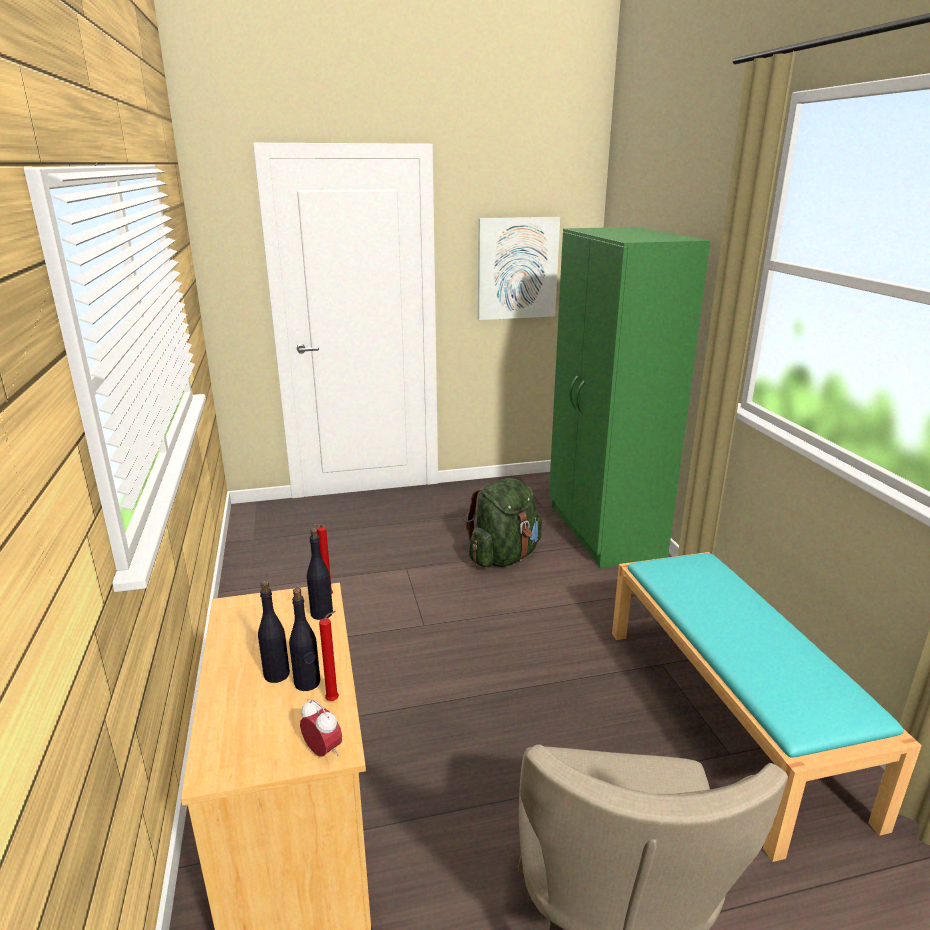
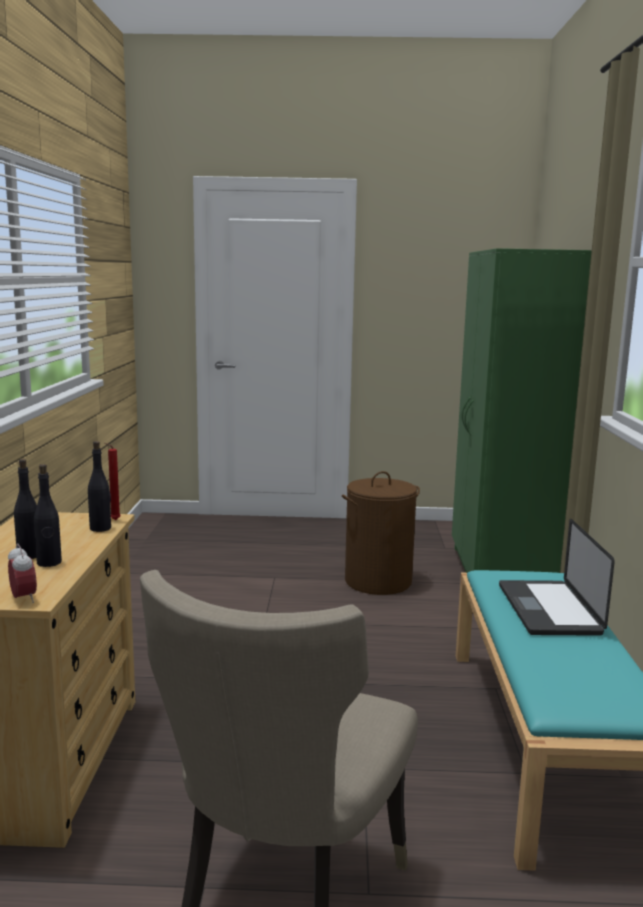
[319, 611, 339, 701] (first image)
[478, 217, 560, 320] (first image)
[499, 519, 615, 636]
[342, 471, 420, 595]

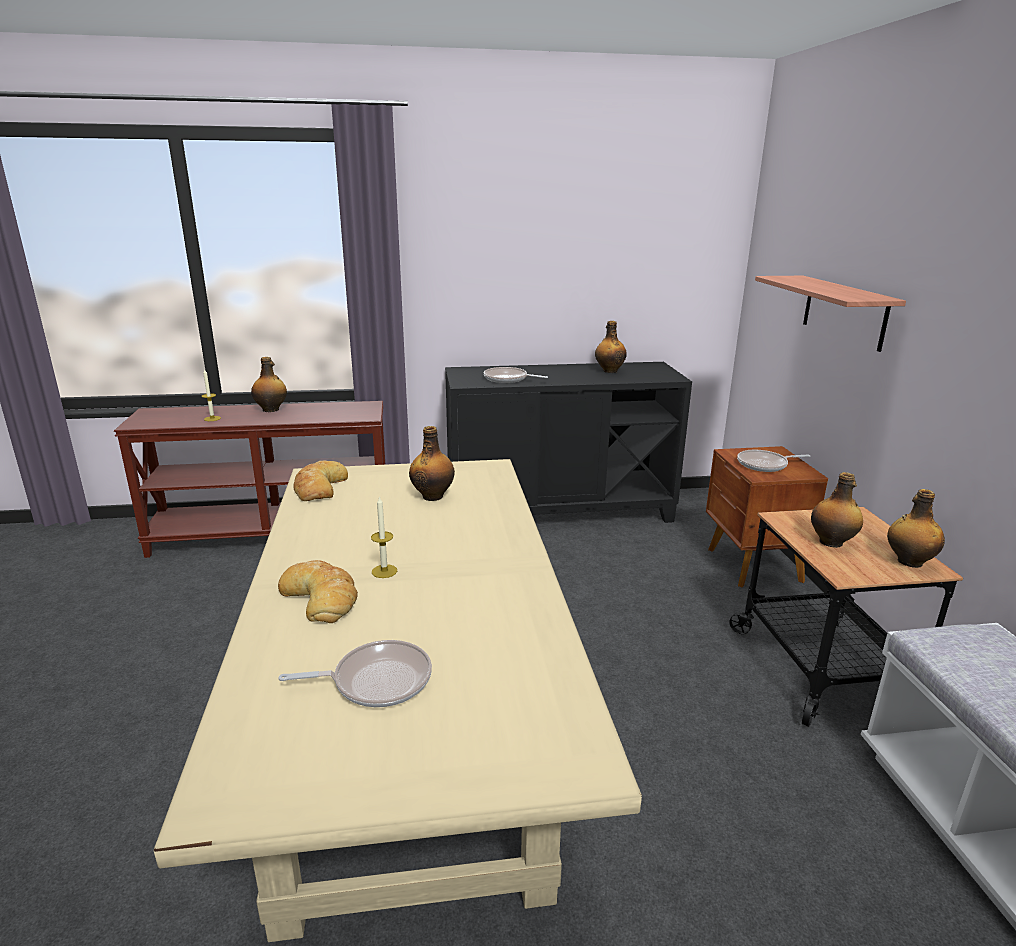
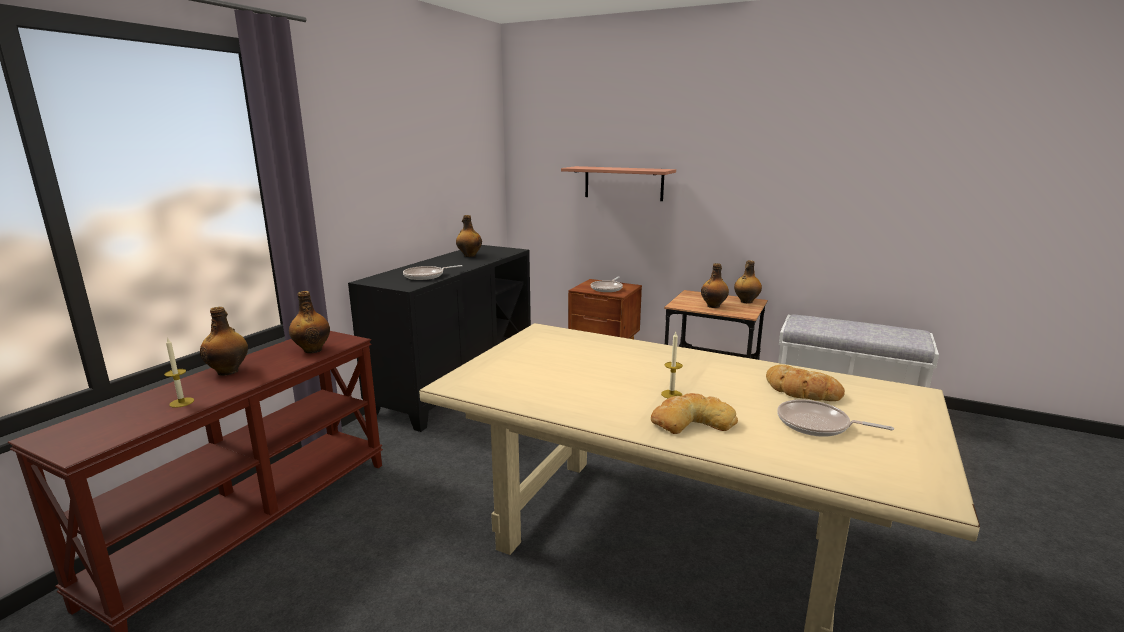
[766, 365, 845, 401]
[289, 291, 330, 353]
[777, 399, 894, 437]

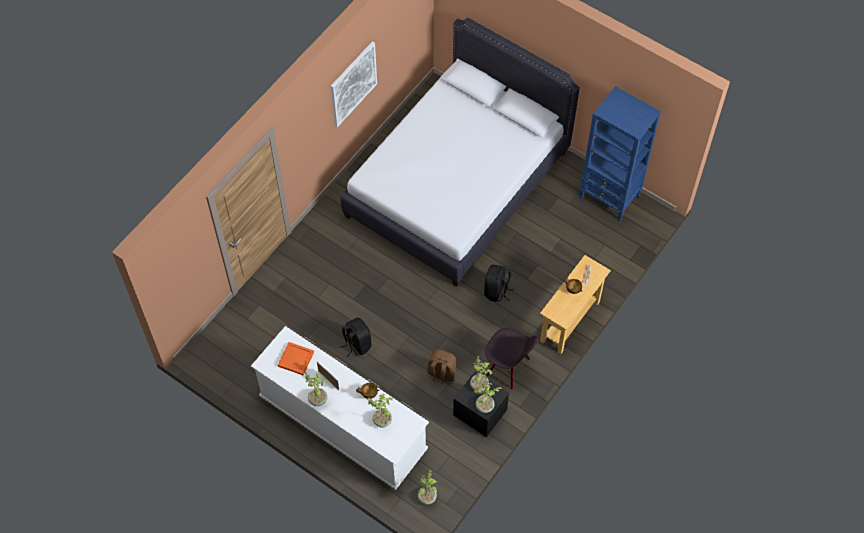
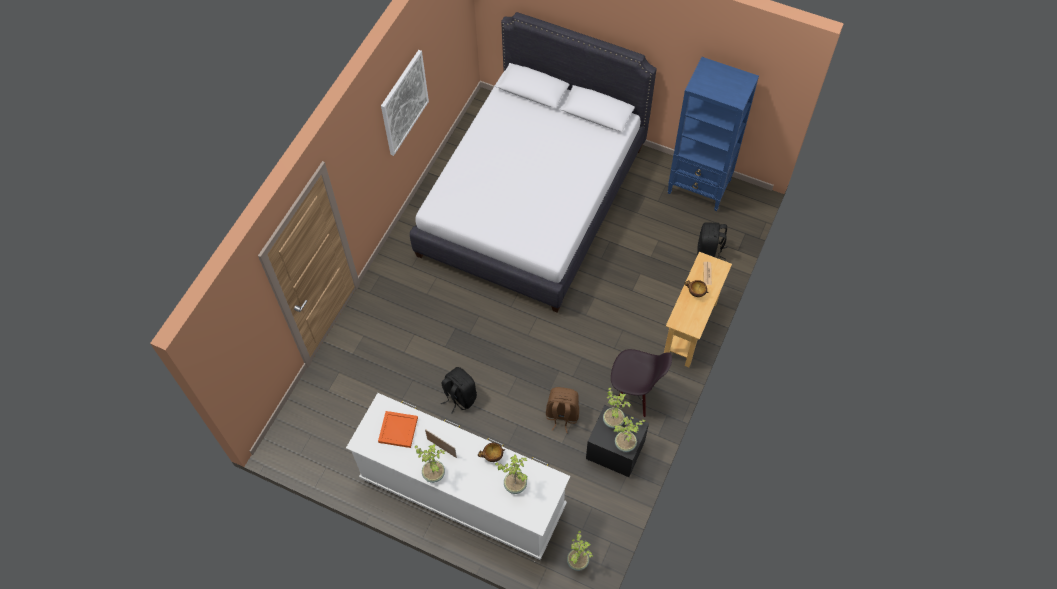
[697, 223, 727, 260]

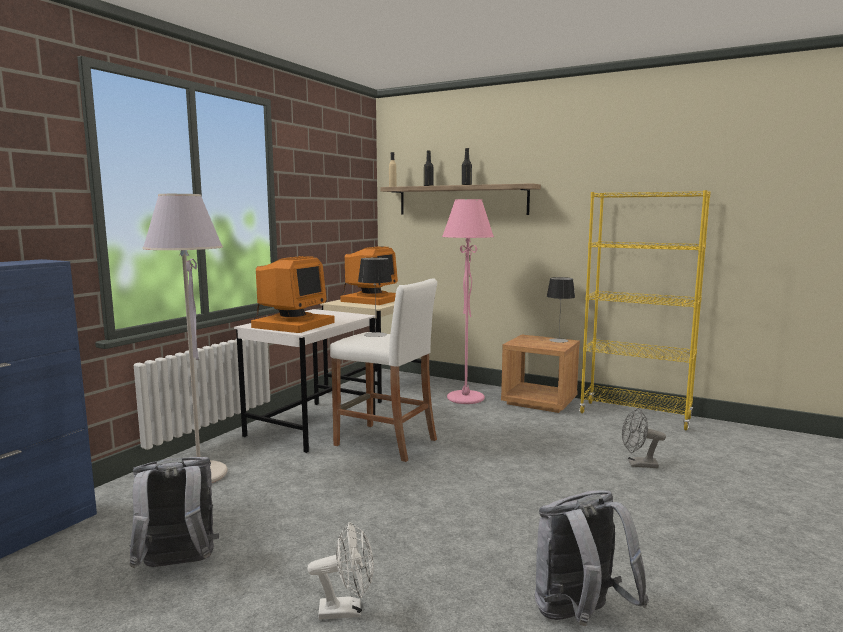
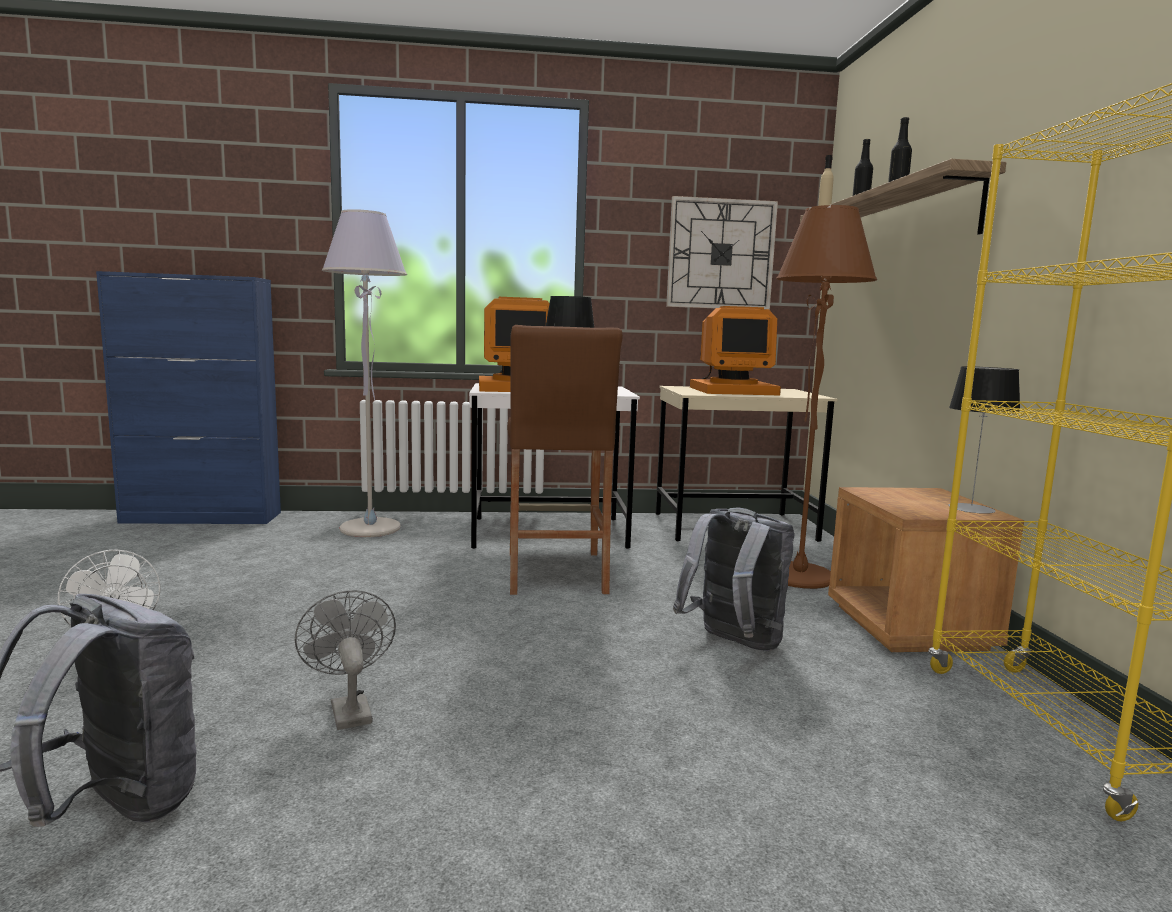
[666, 196, 778, 310]
[673, 507, 795, 651]
[294, 590, 396, 730]
[507, 325, 623, 595]
[776, 205, 877, 589]

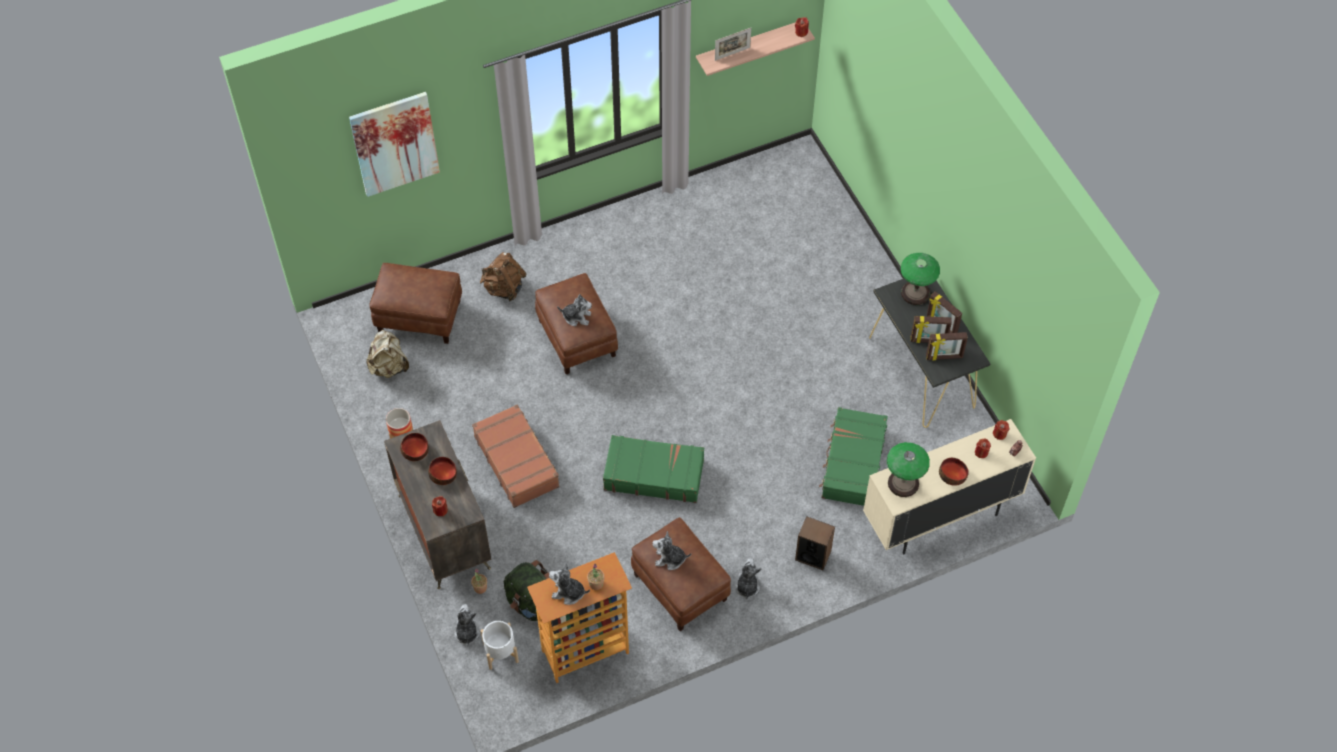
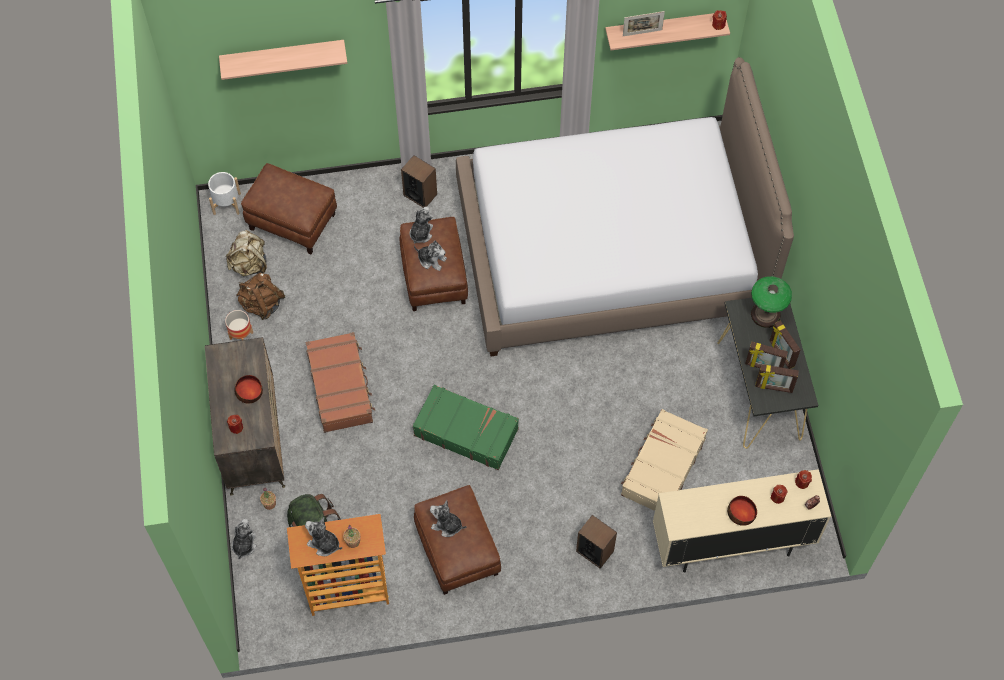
[400, 433, 429, 461] (first image)
[887, 442, 930, 497] (first image)
[401, 155, 437, 208]
[456, 57, 794, 356]
[236, 272, 285, 320]
[208, 172, 241, 215]
[409, 207, 433, 243]
[219, 40, 347, 80]
[621, 409, 708, 511]

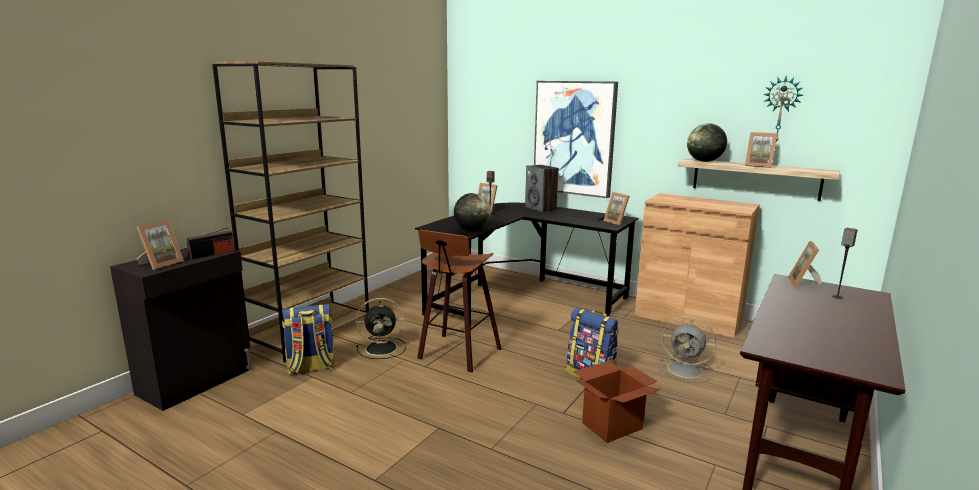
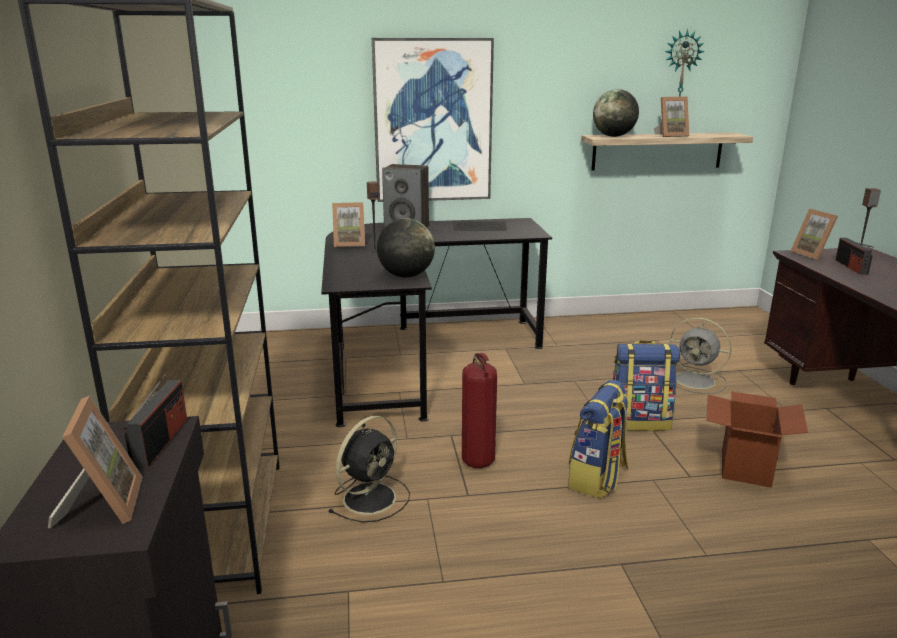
[603, 192, 630, 225] (first image)
[635, 193, 760, 338] (first image)
[835, 238, 874, 274]
[568, 380, 629, 499]
[462, 353, 497, 468]
[669, 318, 731, 394]

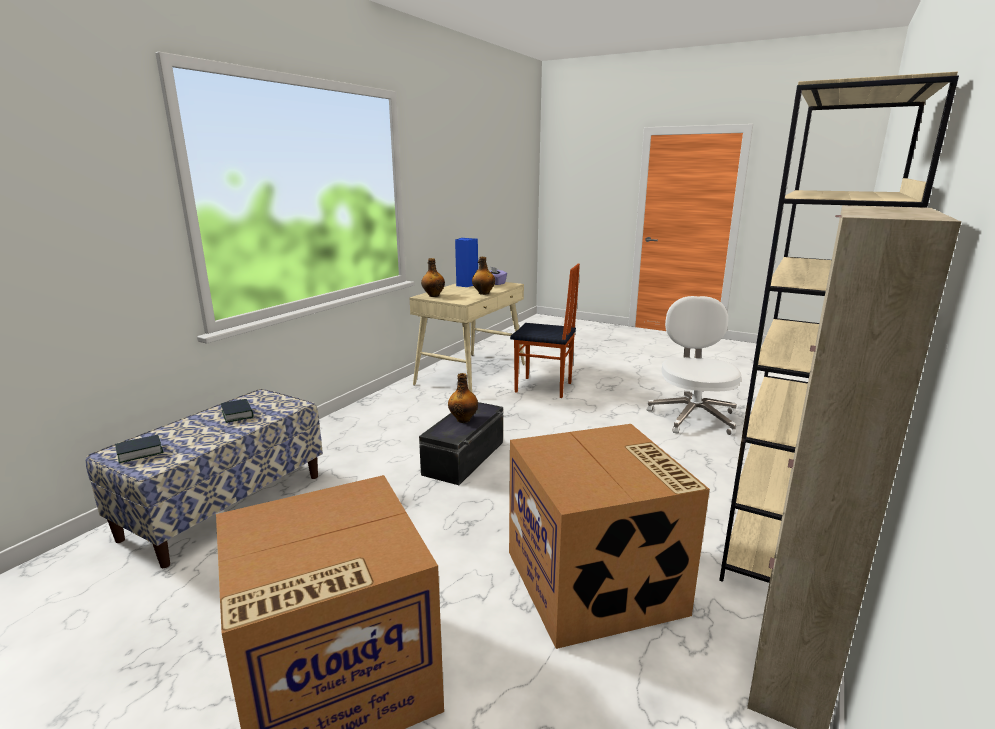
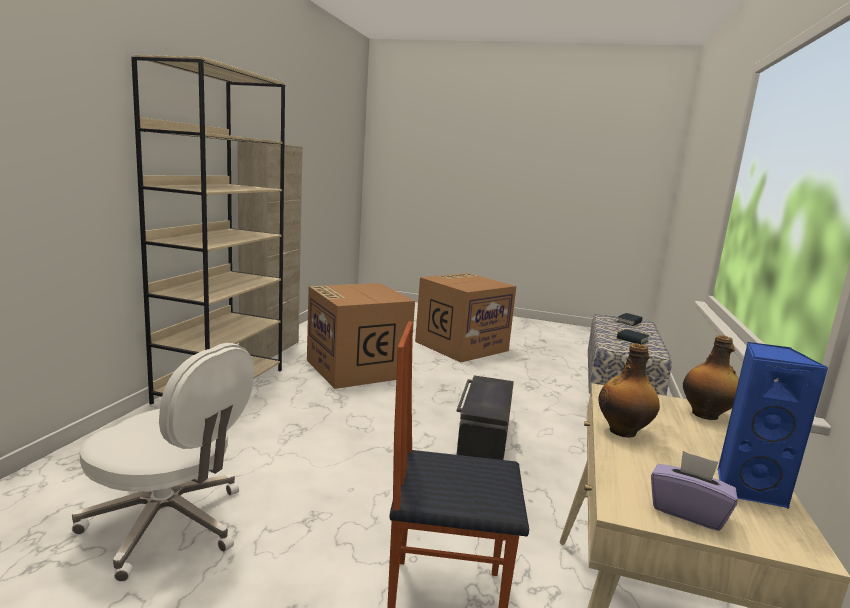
[448, 373, 478, 423] (first image)
[72, 343, 254, 582]

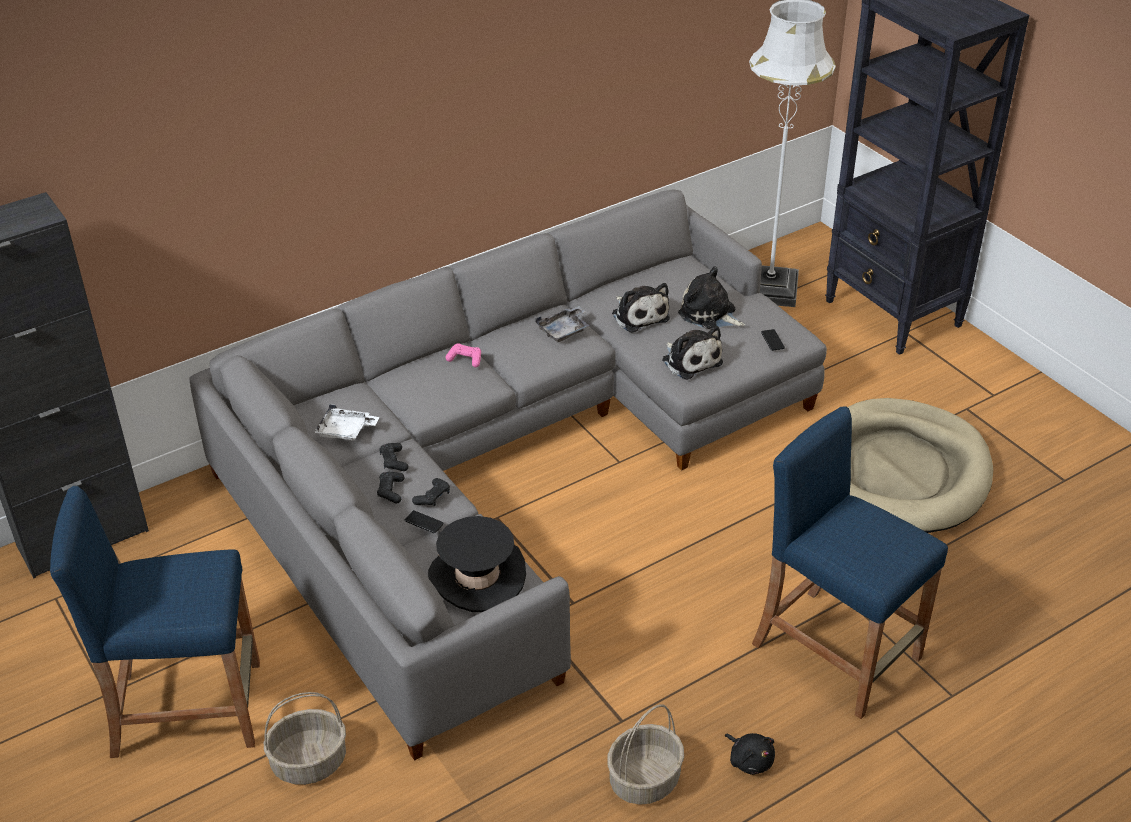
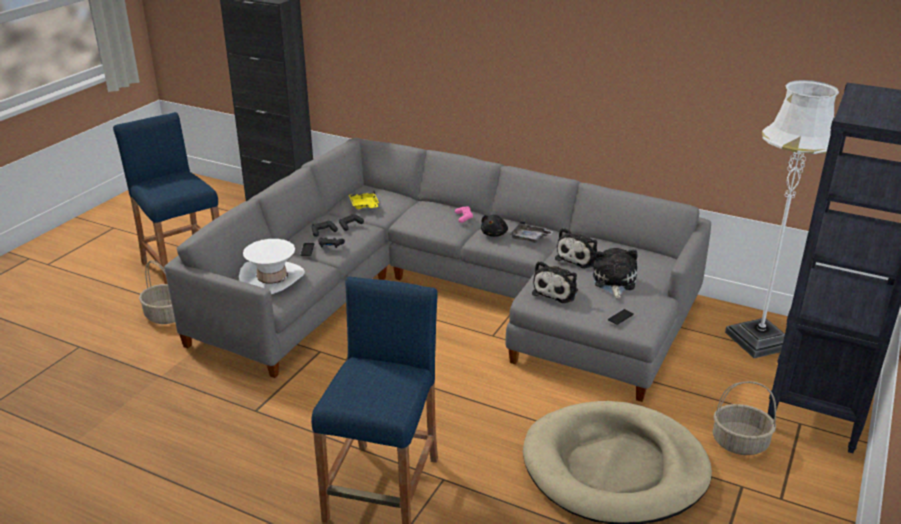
[713, 381, 776, 455]
[481, 215, 508, 237]
[349, 191, 379, 209]
[239, 239, 305, 294]

